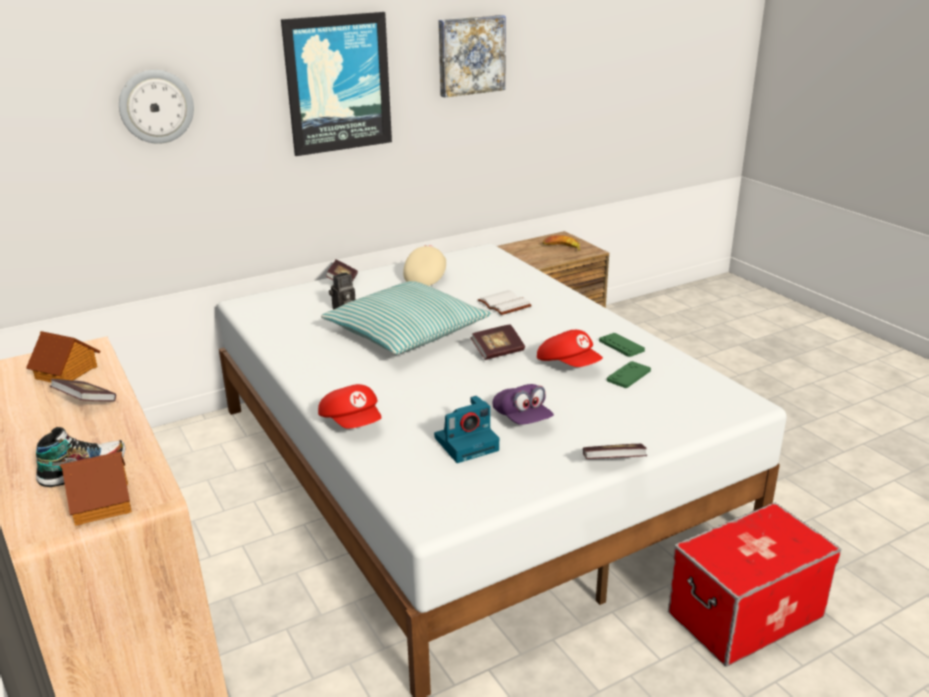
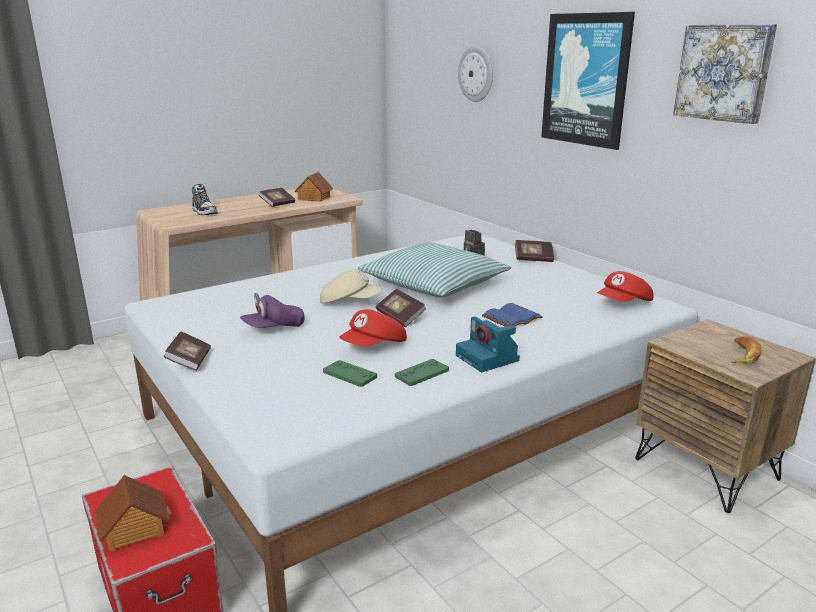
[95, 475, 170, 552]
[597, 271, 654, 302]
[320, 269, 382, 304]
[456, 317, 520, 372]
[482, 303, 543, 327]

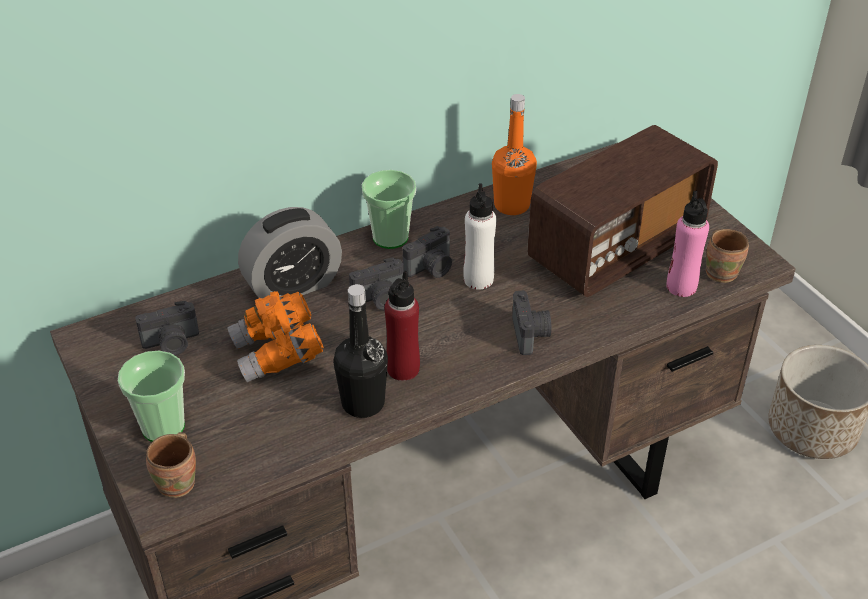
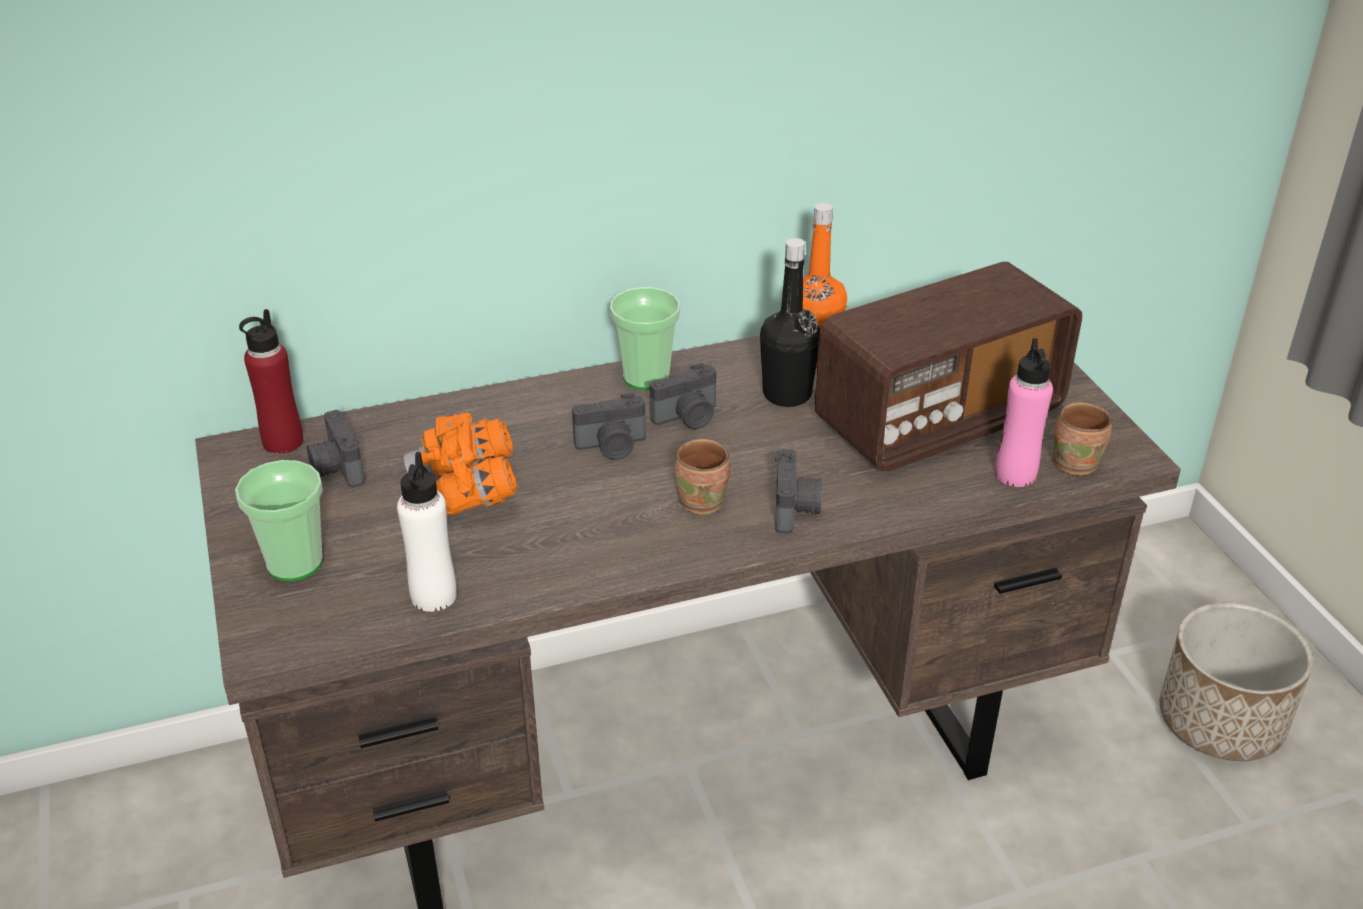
[238, 207, 342, 299] (first image)
[674, 439, 730, 515]
[760, 238, 820, 407]
[239, 309, 303, 454]
[397, 452, 457, 612]
[307, 410, 365, 487]

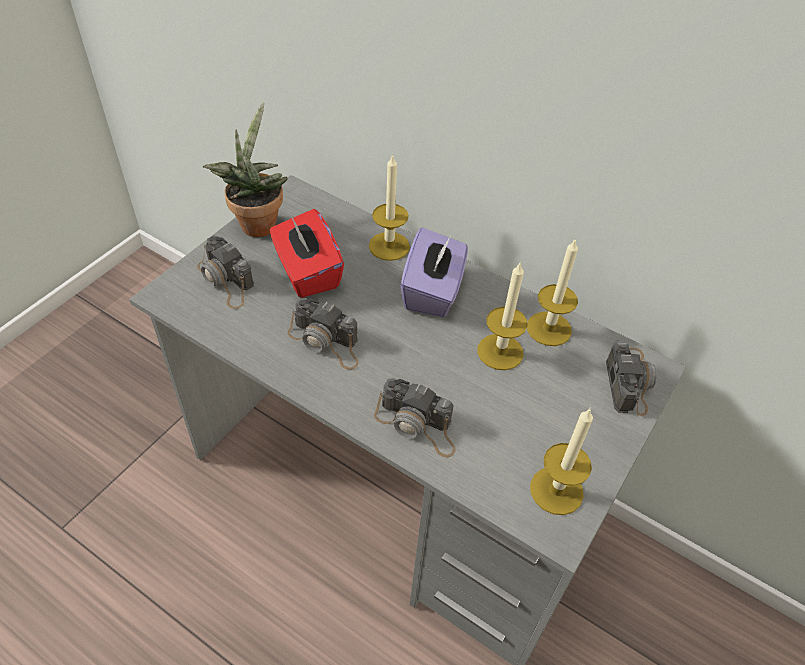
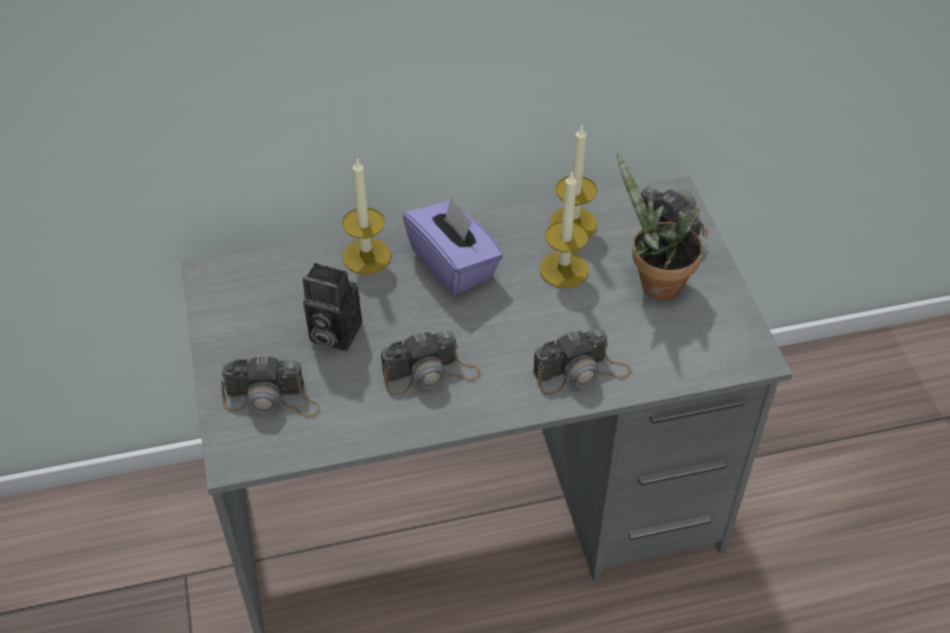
[530, 408, 593, 515] (first image)
[617, 152, 703, 300]
[303, 263, 362, 351]

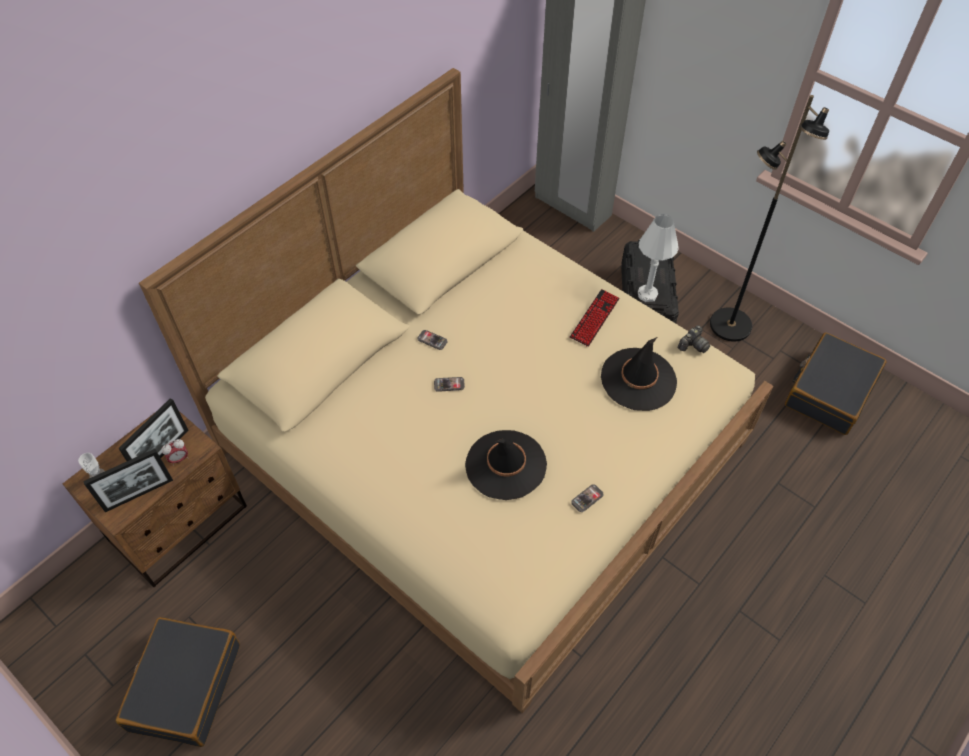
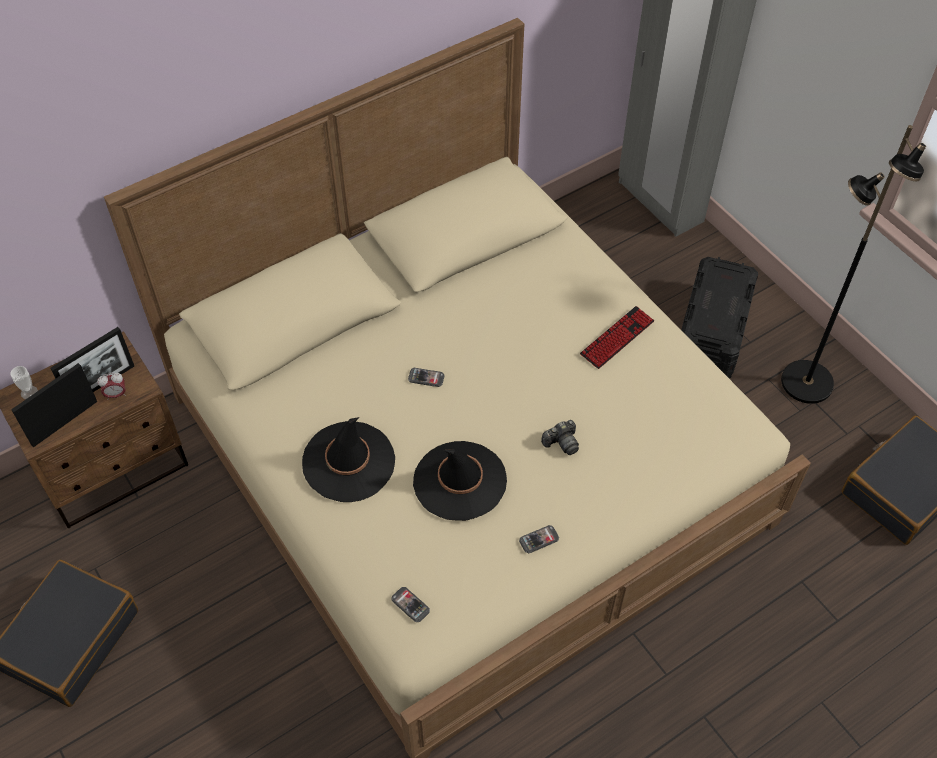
[638, 214, 679, 302] (first image)
[391, 587, 430, 622]
[302, 417, 395, 502]
[541, 420, 579, 455]
[11, 363, 97, 447]

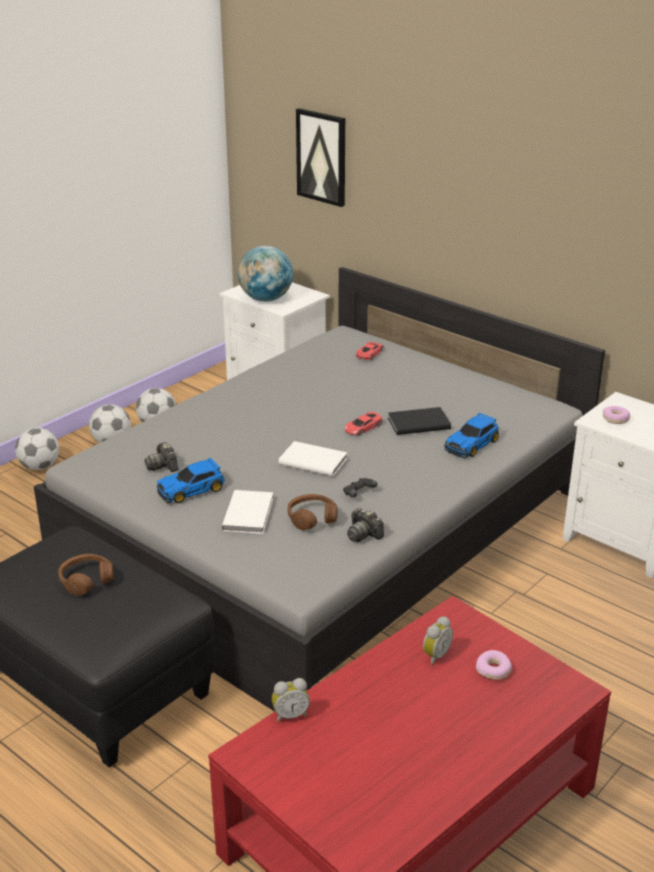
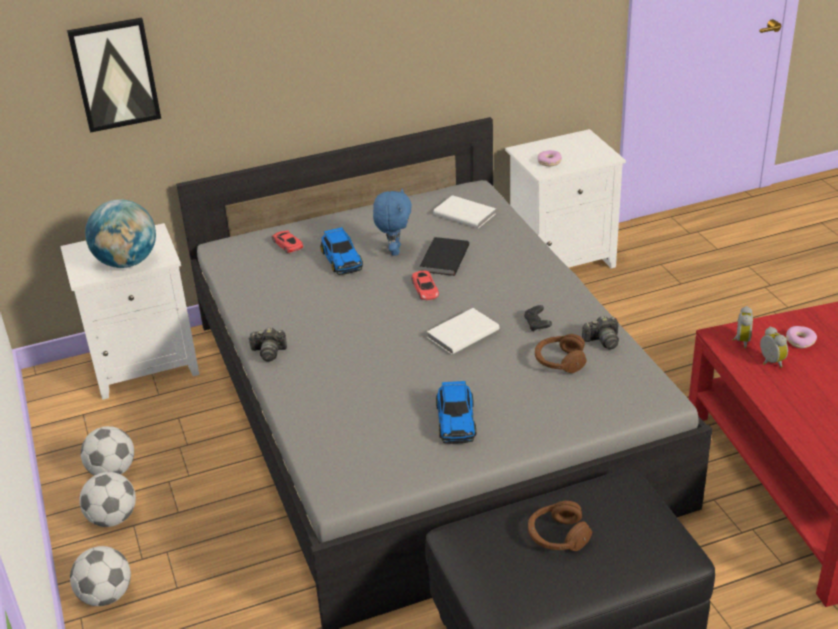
[373, 188, 412, 256]
[248, 327, 287, 362]
[433, 195, 496, 228]
[732, 306, 753, 348]
[320, 227, 363, 275]

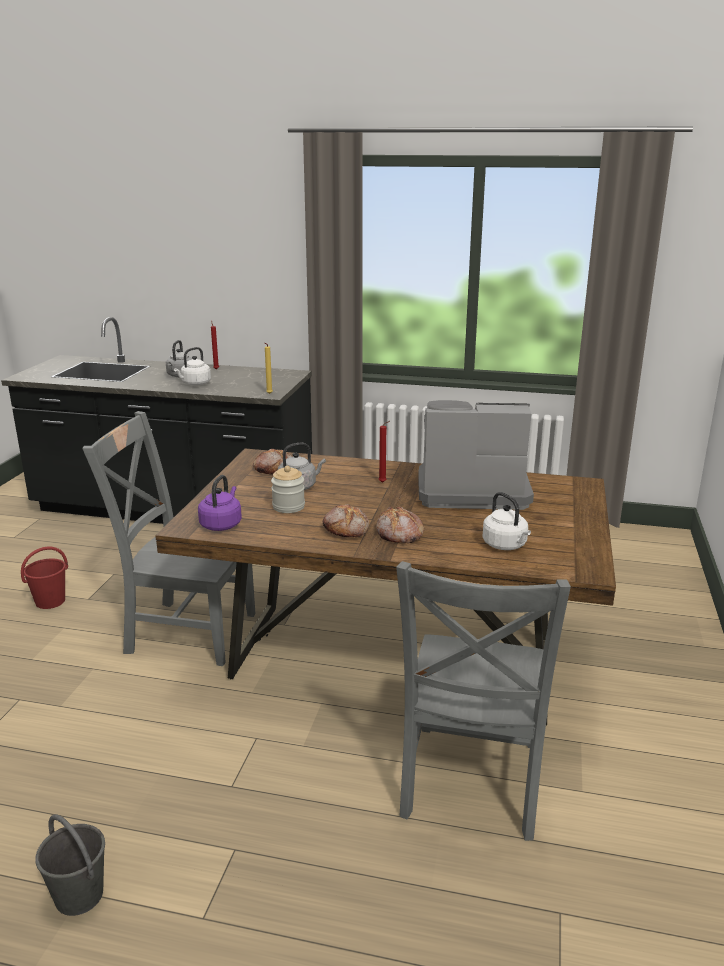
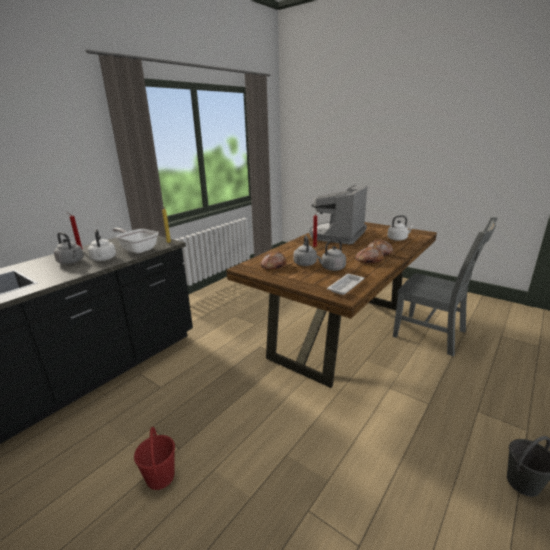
[82, 411, 256, 666] (first image)
[112, 228, 158, 254]
[327, 274, 364, 295]
[316, 239, 346, 271]

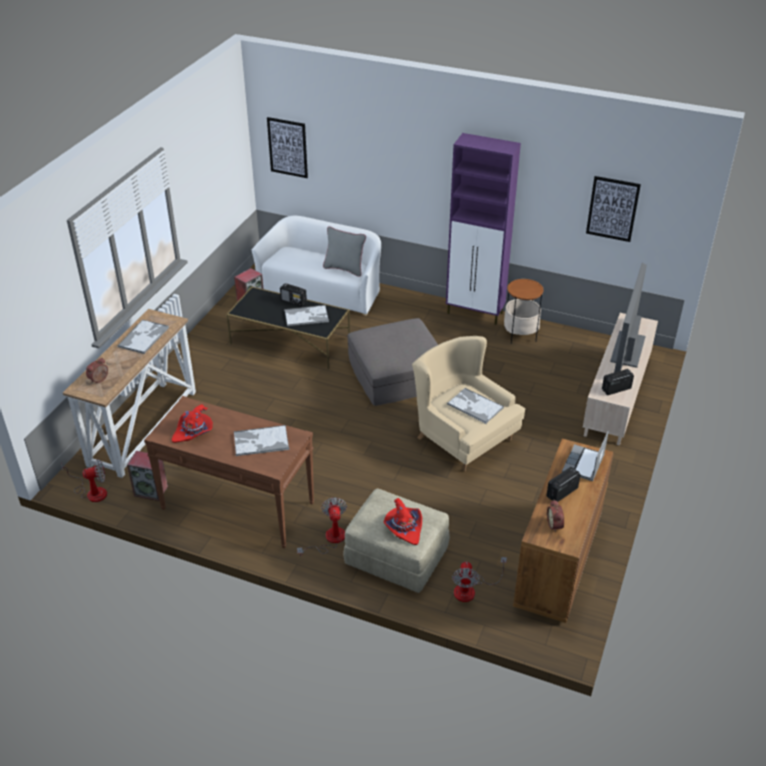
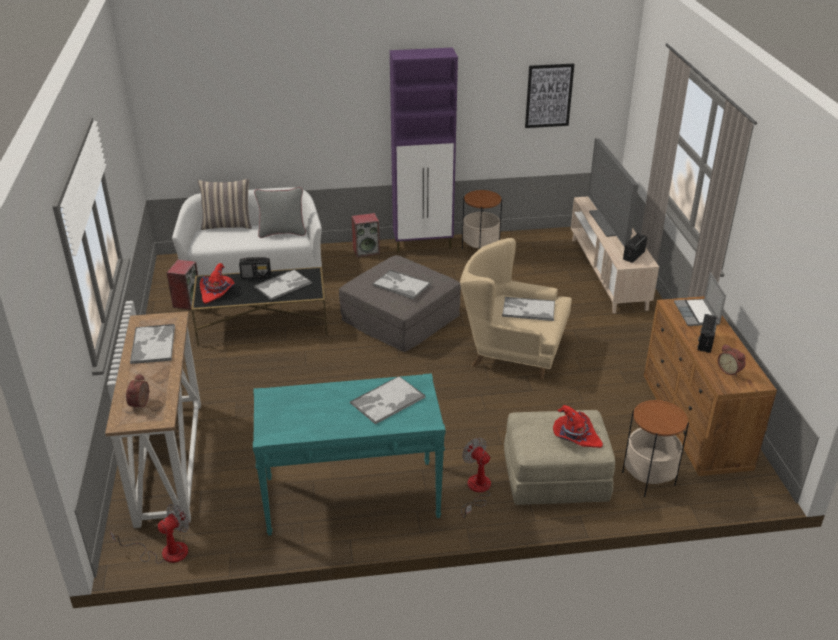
[267, 117, 308, 178] (first image)
[198, 179, 252, 230]
[373, 270, 431, 299]
[351, 213, 380, 257]
[200, 263, 235, 304]
[622, 400, 689, 497]
[253, 373, 446, 536]

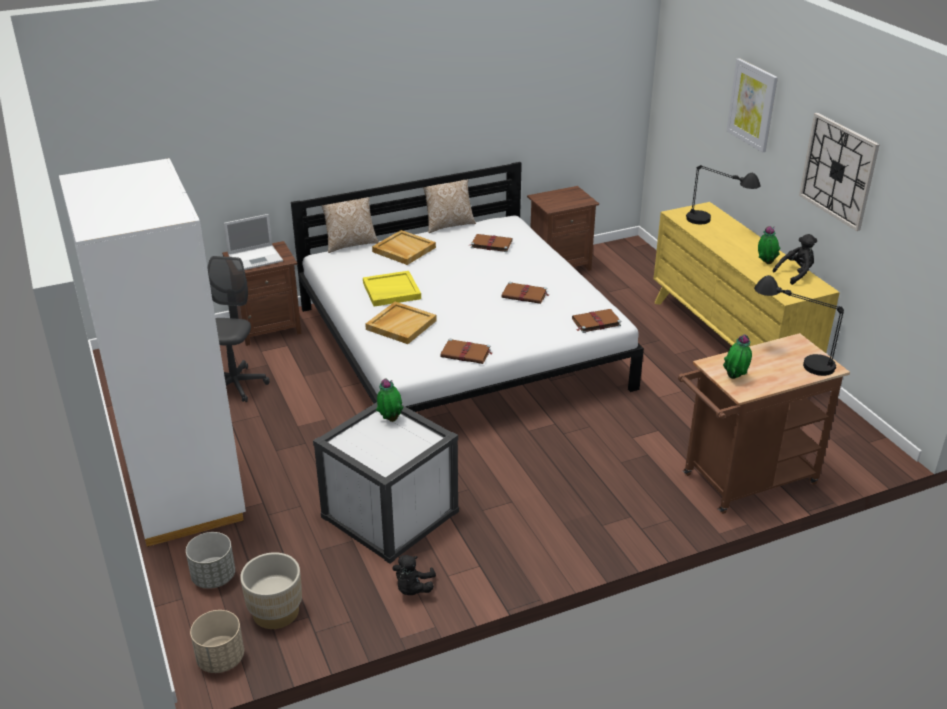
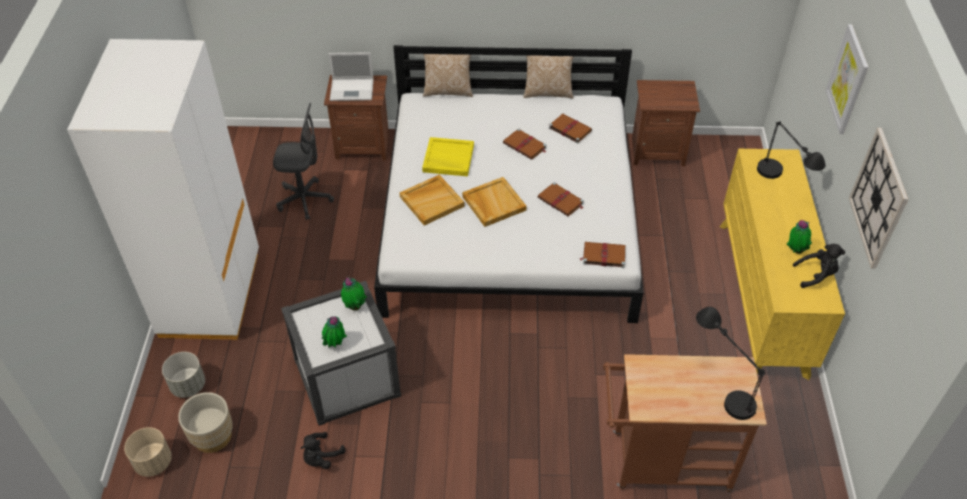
[462, 177, 527, 227]
[503, 128, 547, 160]
[321, 316, 347, 348]
[273, 103, 334, 220]

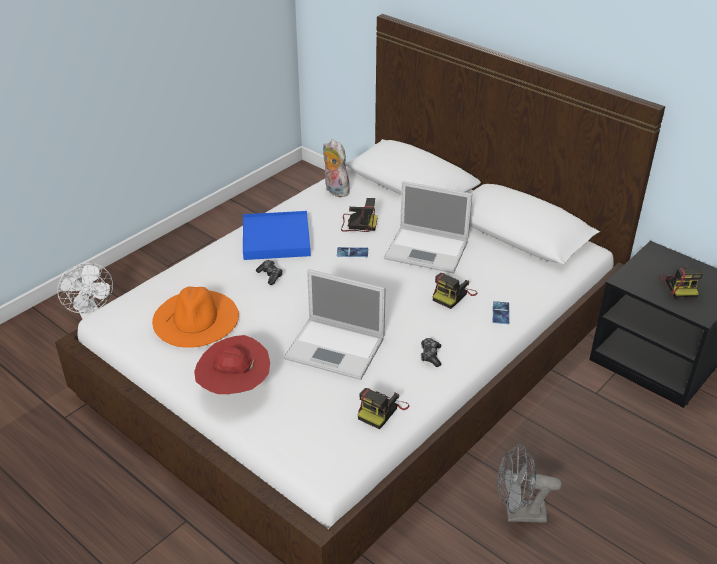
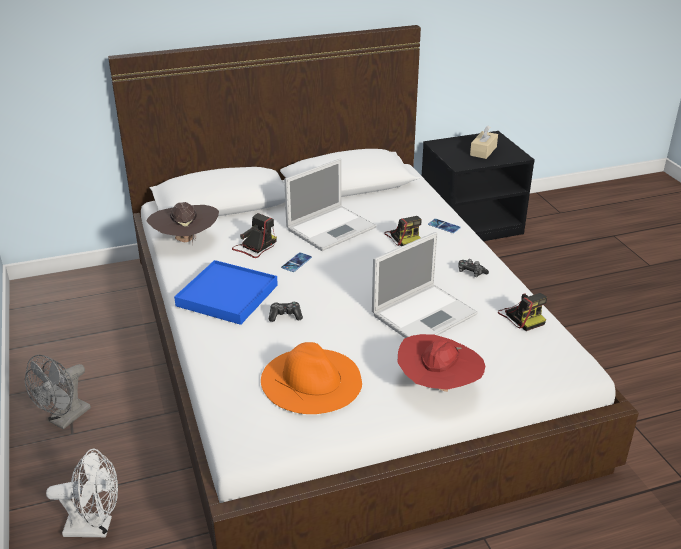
[25, 355, 91, 429]
[146, 202, 219, 246]
[470, 125, 498, 159]

